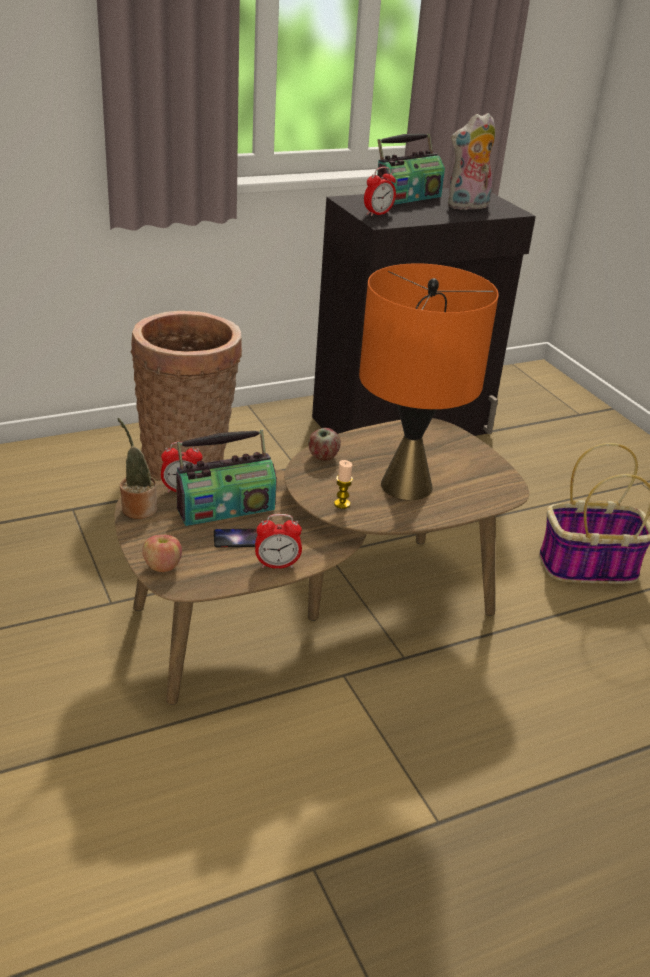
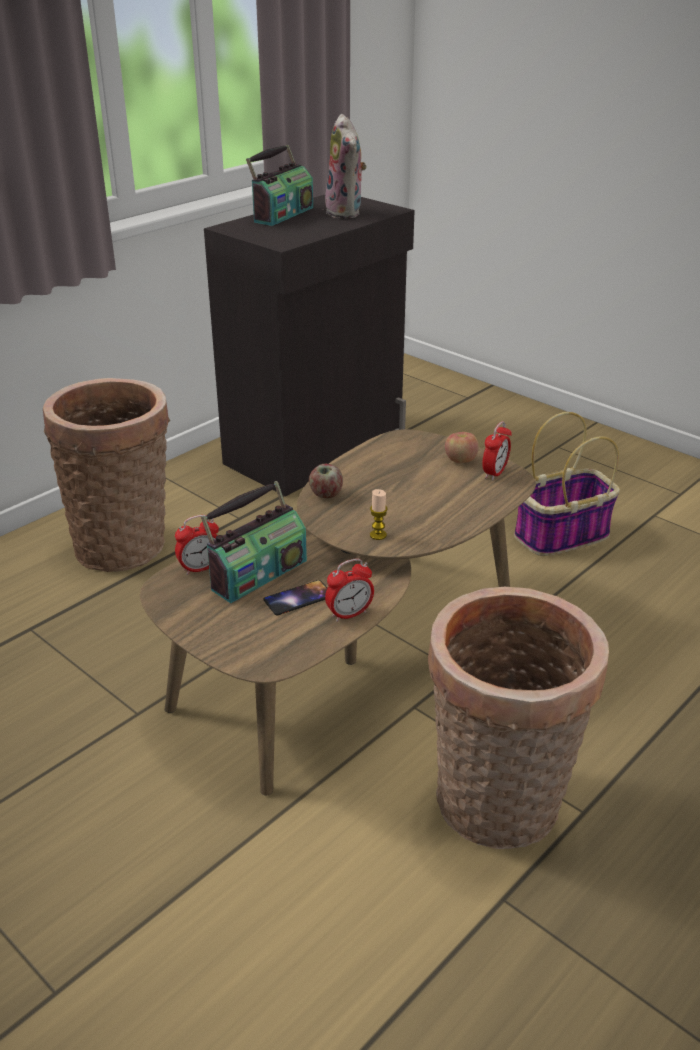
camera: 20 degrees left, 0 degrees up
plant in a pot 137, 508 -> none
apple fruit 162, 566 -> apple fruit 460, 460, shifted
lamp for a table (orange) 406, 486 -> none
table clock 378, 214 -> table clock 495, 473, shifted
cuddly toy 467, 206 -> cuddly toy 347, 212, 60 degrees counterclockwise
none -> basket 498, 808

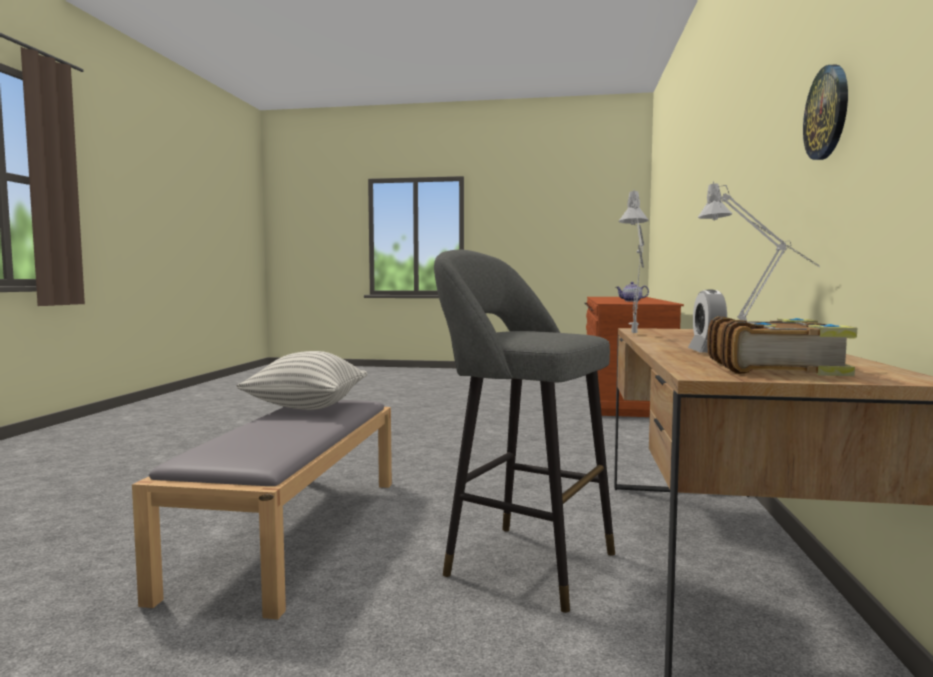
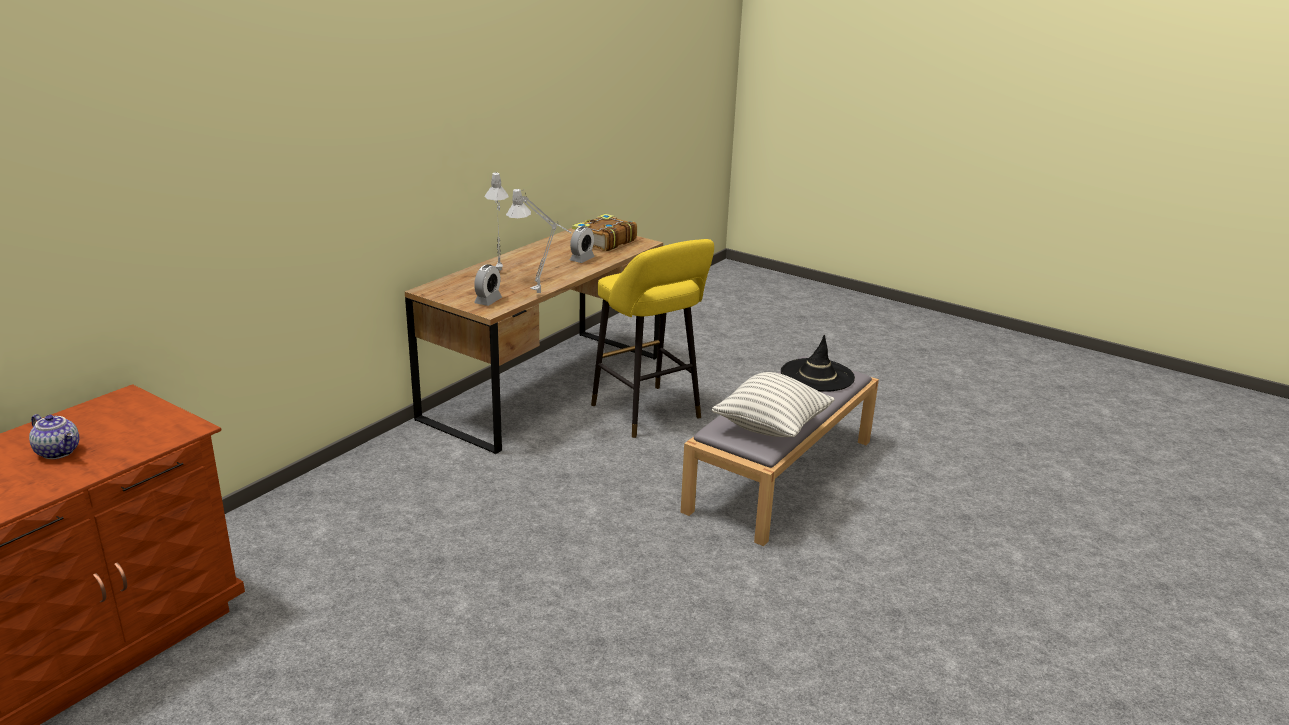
camera: 155 degrees left, 20 degrees up
stool (greyish) 521, 562 -> stool (yellowish) 649, 414
wall clock 827, 113 -> none
none -> table clock 488, 301
none -> clothing hat (black-coloured) 817, 375

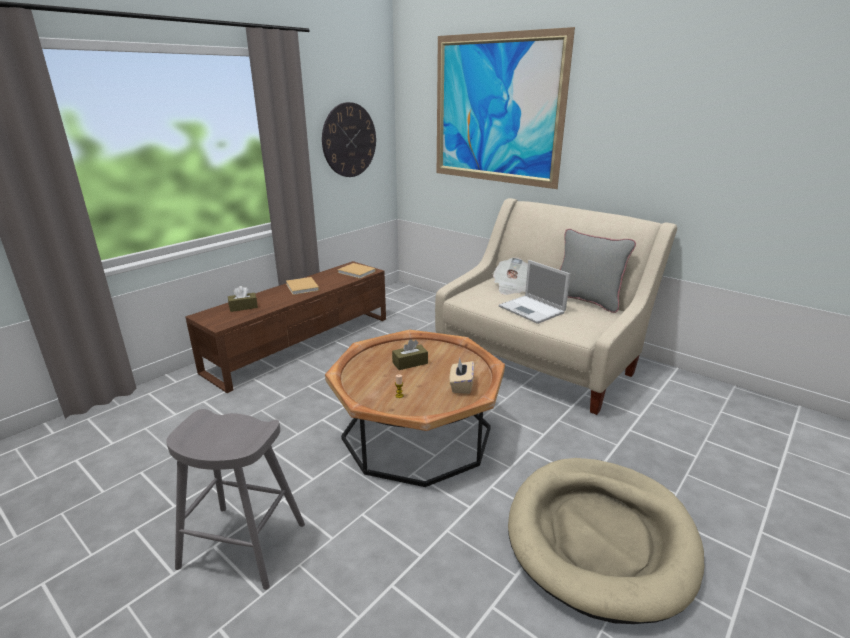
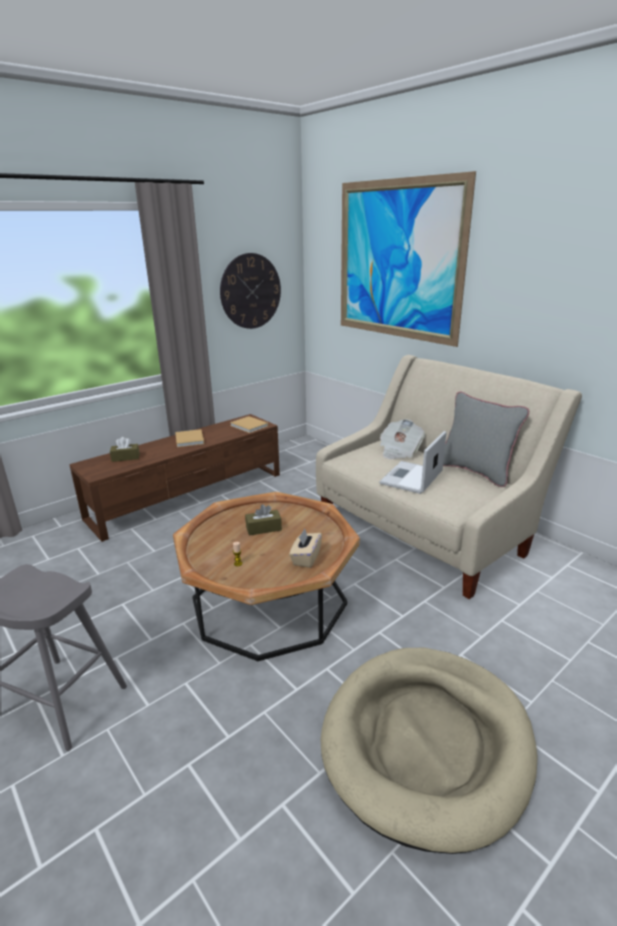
camera: 10 degrees right, 0 degrees up
laptop 532, 310 -> laptop 411, 478, 60 degrees clockwise

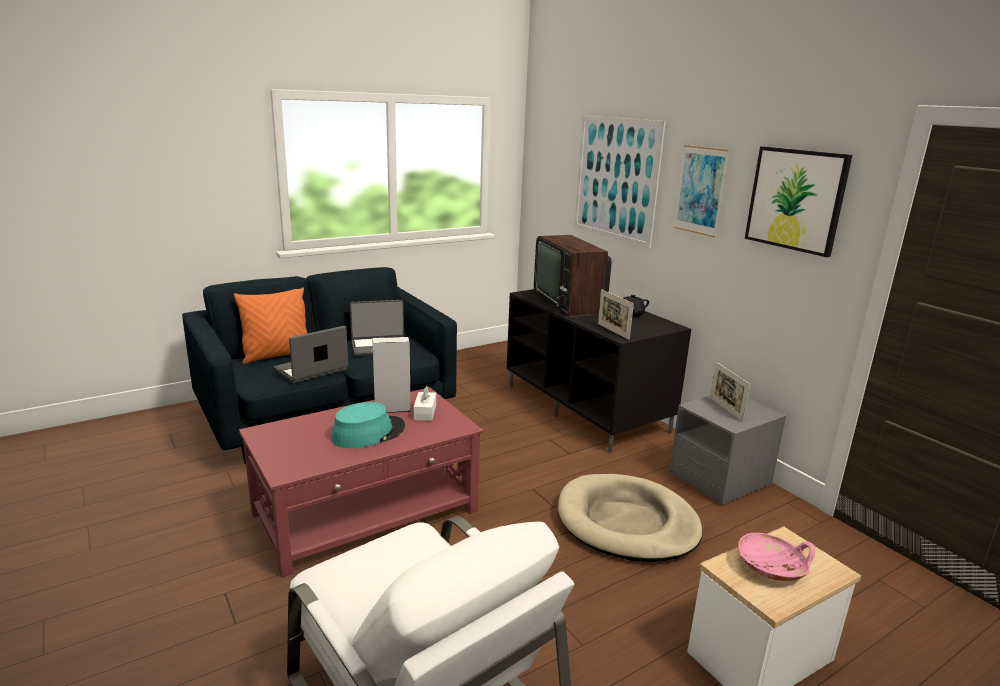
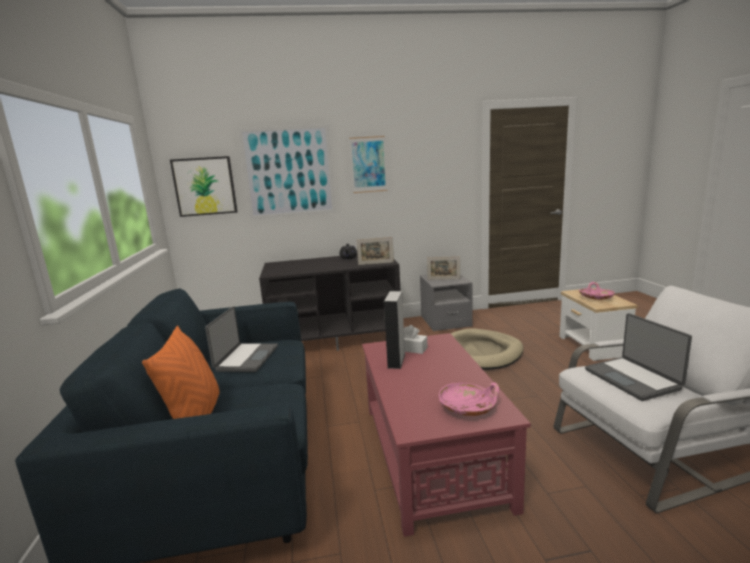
camera: 65 degrees left, 5 degrees down
laptop 311, 370 -> laptop 633, 379, shifted
clothing hat (turquoise) 368, 433 -> none
television 570, 301 -> none
picture 796, 199 -> picture 205, 186, shifted
none -> bowl (pink) 468, 407

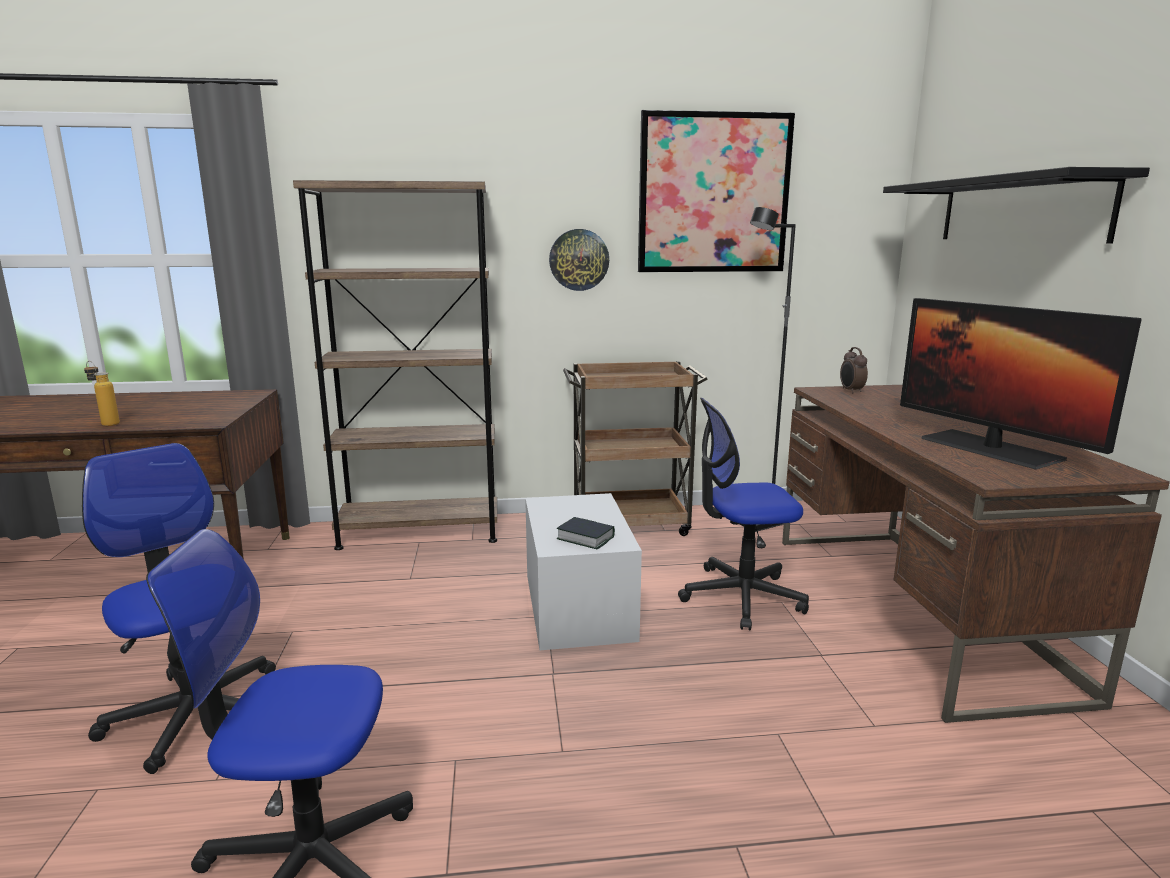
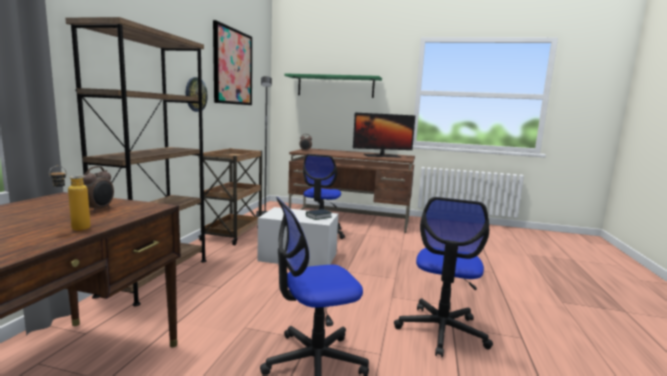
camera: 70 degrees left, 5 degrees down
bracket shelf (black-coloured) 1020, 210 -> bracket shelf (greenish) 335, 86
none -> table clock 99, 209

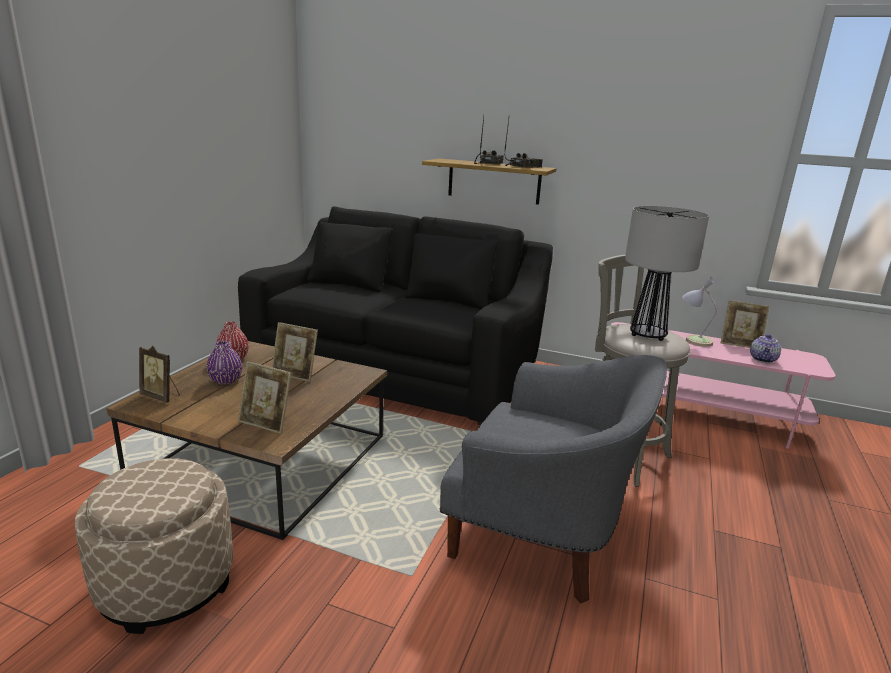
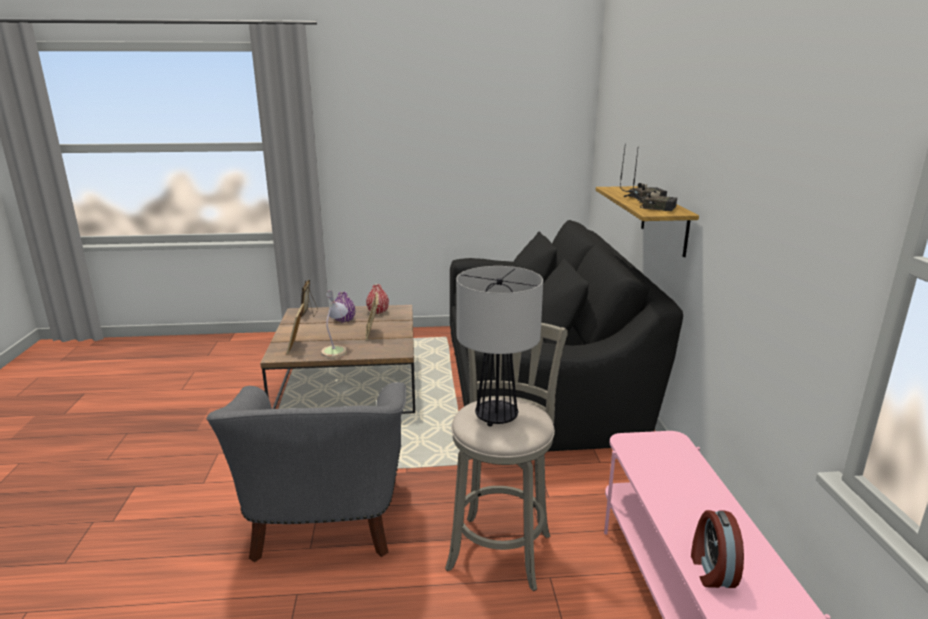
camera: 65 degrees right, 0 degrees up
ottoman (beige) 166, 583 -> none
lamp for a table 693, 340 -> lamp for a table 336, 350, shifted
picture frame 740, 344 -> none
pot for tea 763, 359 -> table clock 711, 570

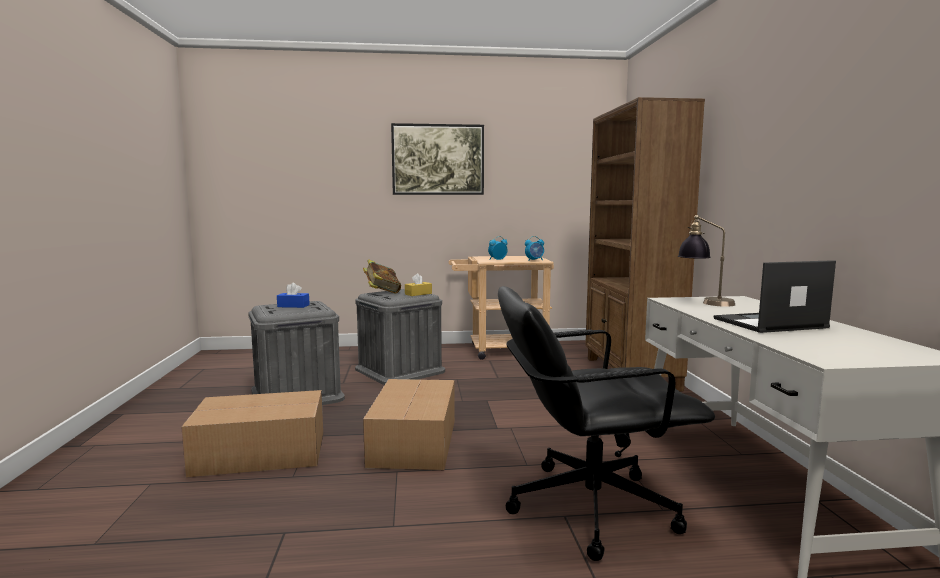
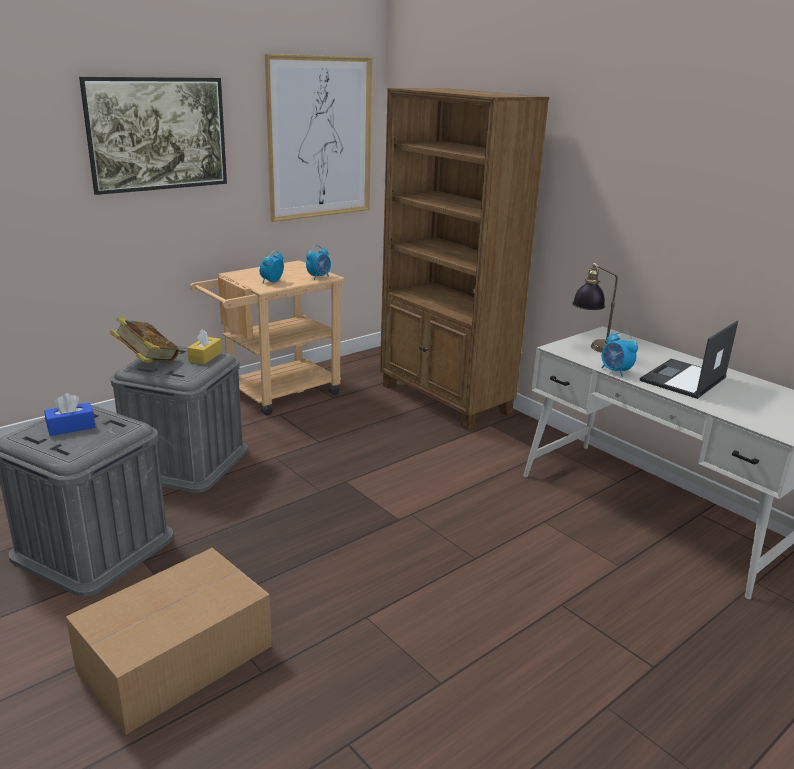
camera: 35 degrees left, 15 degrees up
cardboard box 415, 441 -> none
computer chair (black-coloured) 588, 506 -> none
none -> picture 320, 138
none -> table clock 615, 371

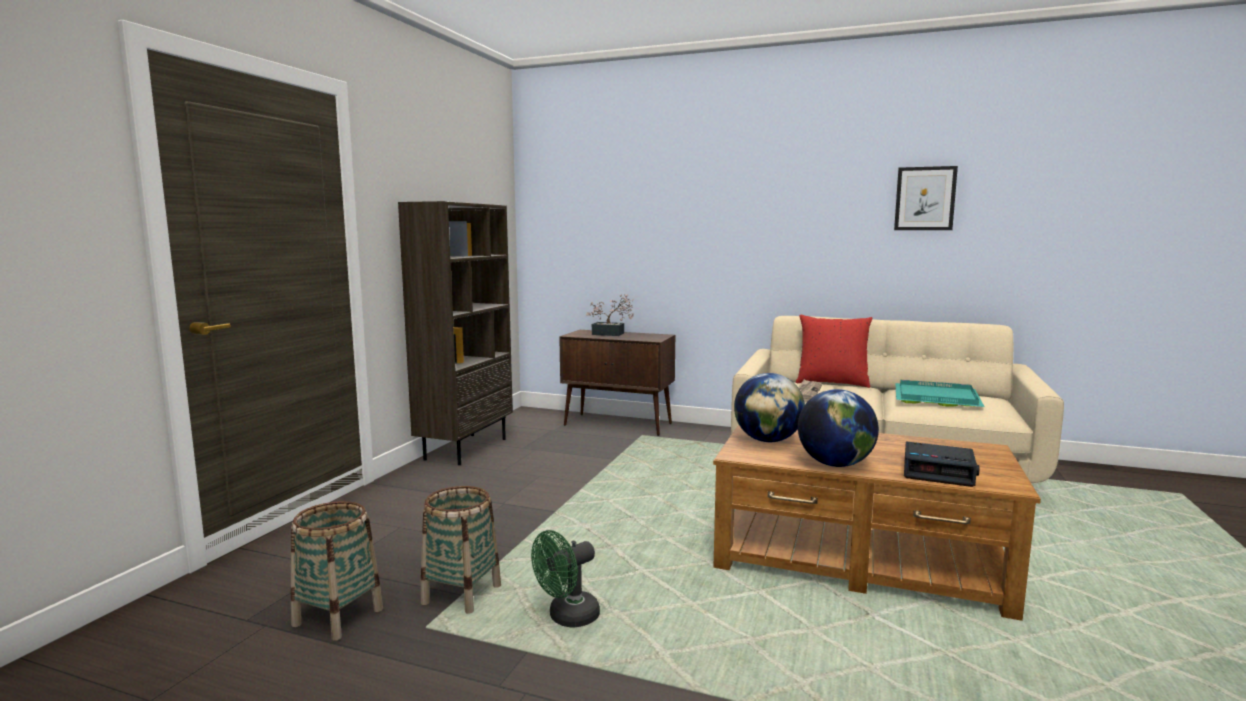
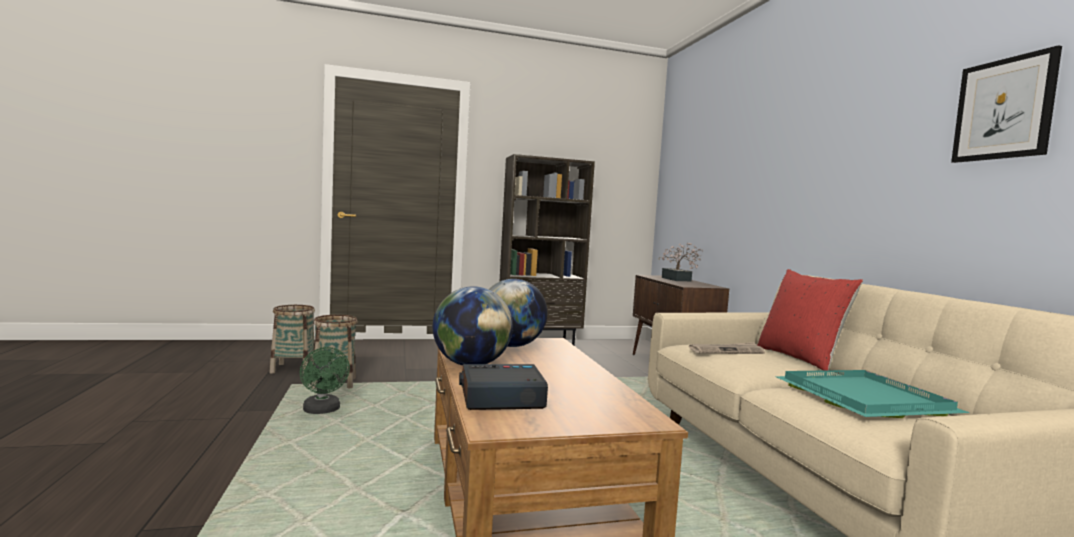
camera: 55 degrees right, 5 degrees down
fan (greenish) 567, 618 -> fan (greenish) 322, 411, 135 degrees counterclockwise
table clock 938, 472 -> table clock 500, 397, 90 degrees clockwise

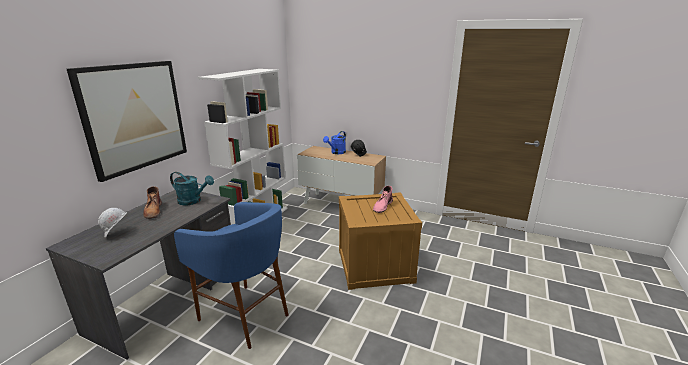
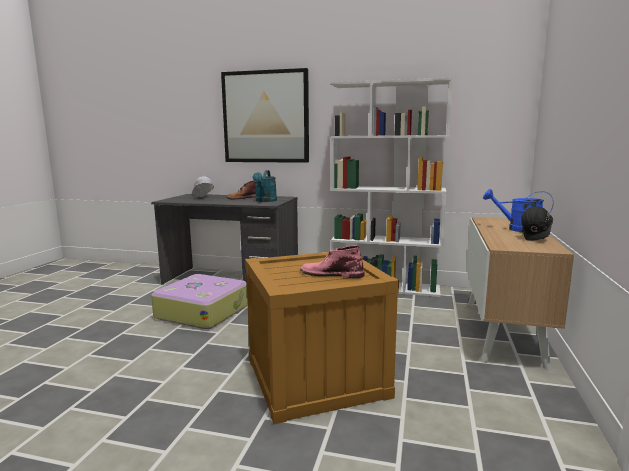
camera: 80 degrees right, 10 degrees down
stool (bluish) 245, 316 -> suitcase 203, 311

